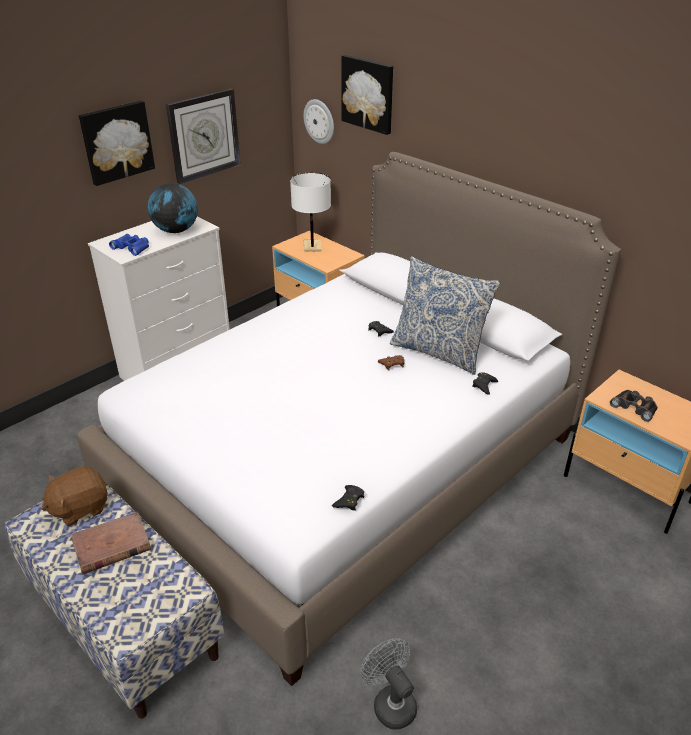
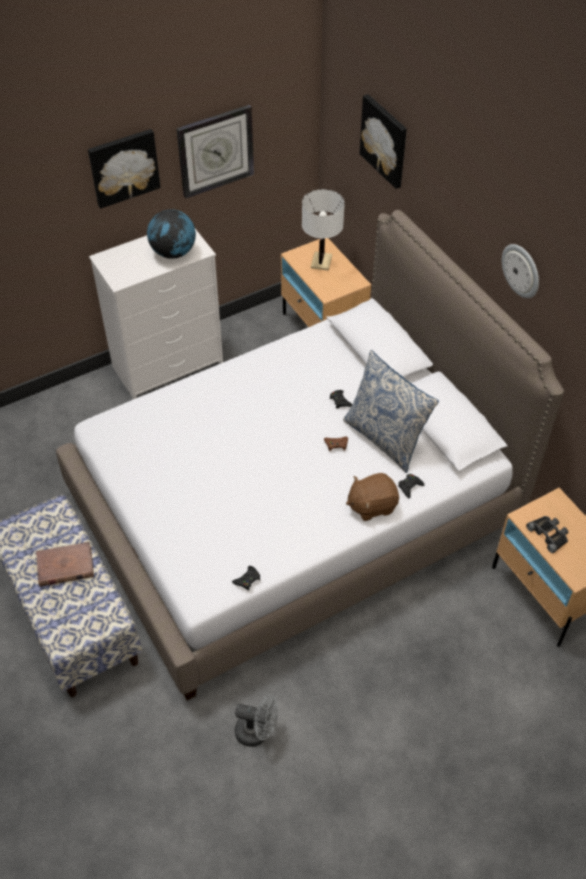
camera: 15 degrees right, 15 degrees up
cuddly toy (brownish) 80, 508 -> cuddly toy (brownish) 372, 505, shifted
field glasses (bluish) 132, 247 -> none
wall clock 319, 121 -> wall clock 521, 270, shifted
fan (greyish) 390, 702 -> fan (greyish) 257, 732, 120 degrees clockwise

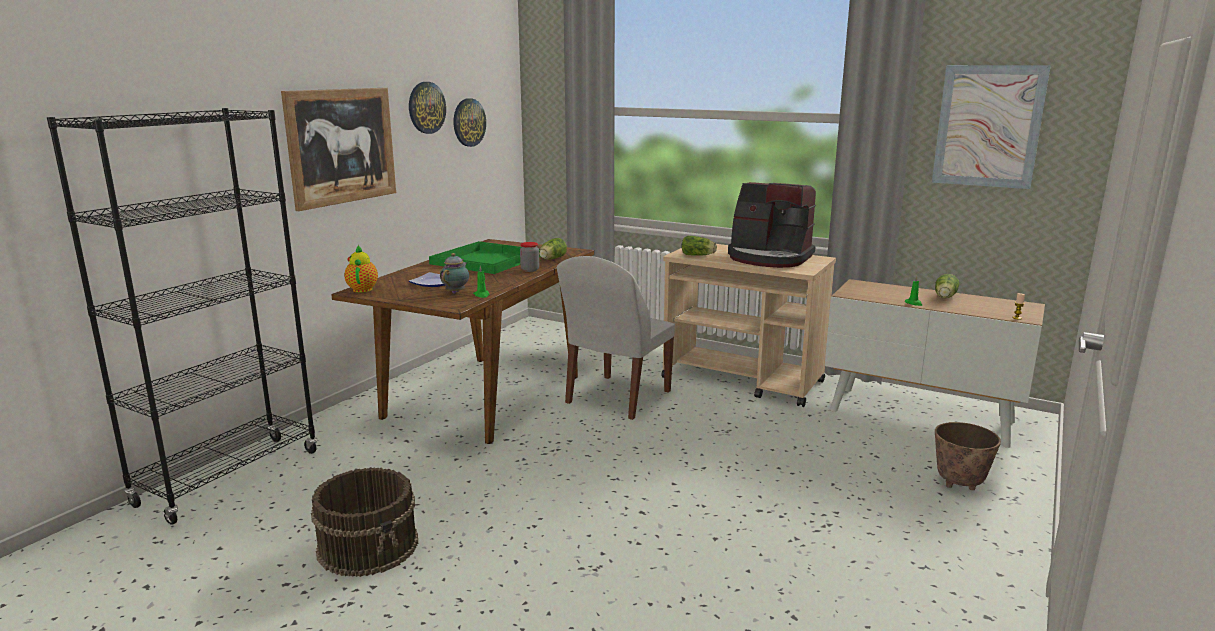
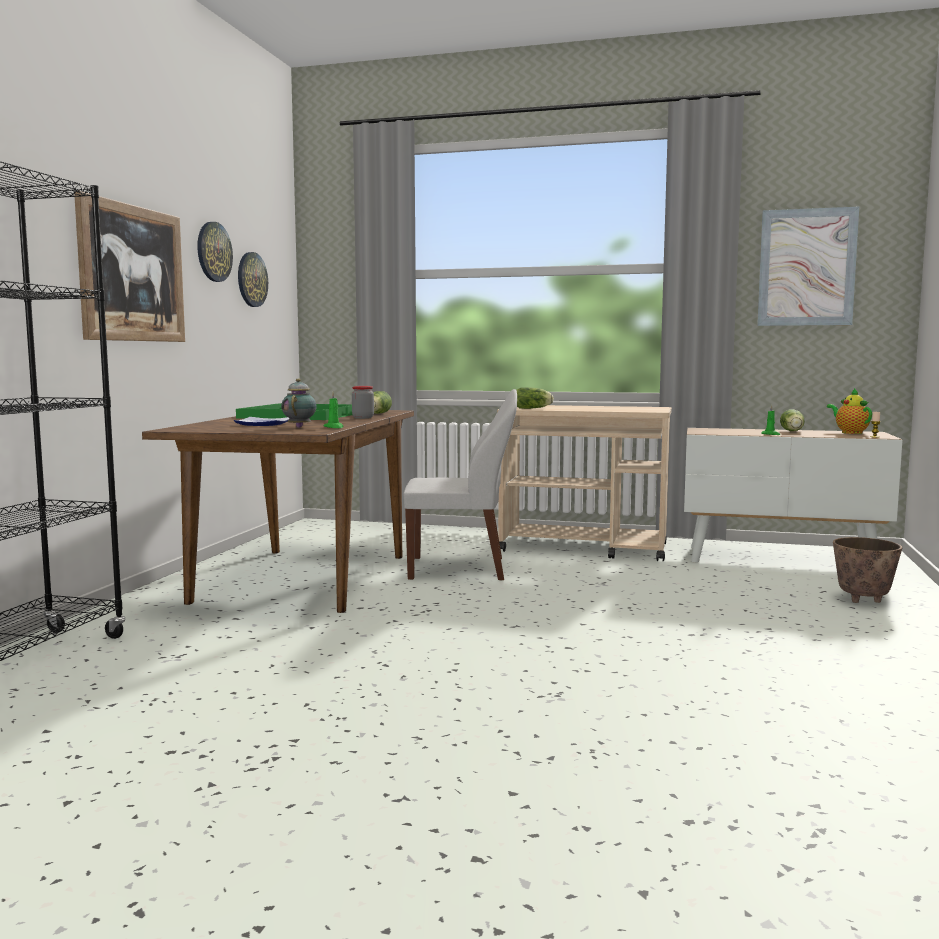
camera: 15 degrees left, 10 degrees down
pail (brownish) 369, 545 -> none
pot for tea 363, 289 -> pot for tea 850, 432, shifted
plain chair (white-coloured) 616, 398 -> plain chair (white-coloured) 461, 569, 105 degrees counterclockwise
coffee brewer 769, 258 -> none

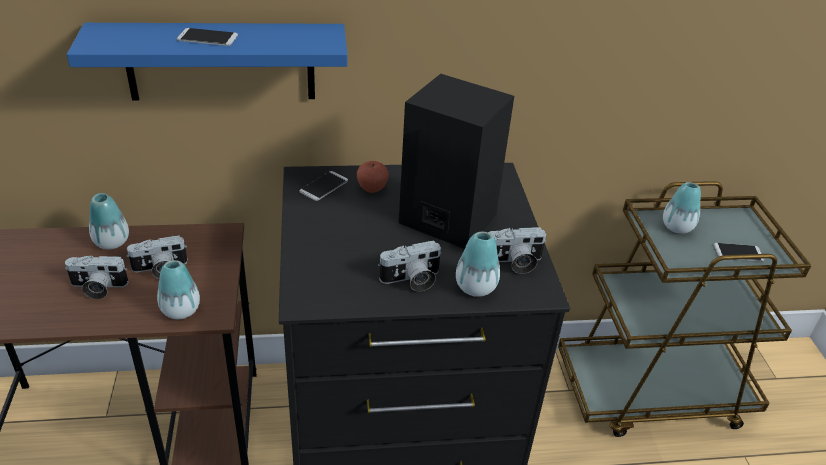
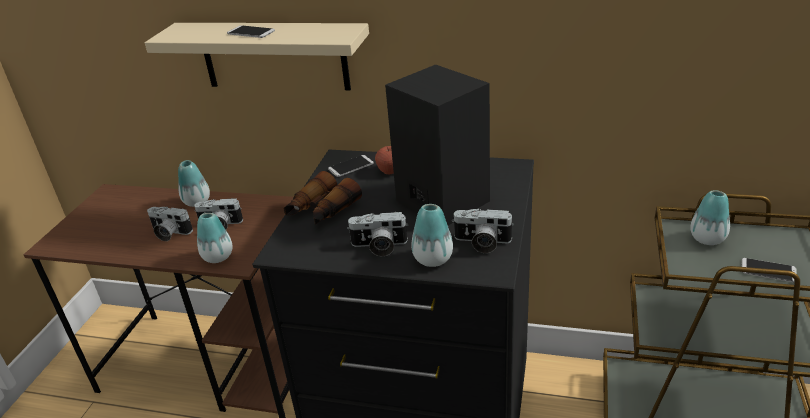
camera: 25 degrees right, 5 degrees down
bracket shelf (bluish) 221, 61 -> bracket shelf (beige) 274, 56
none -> field glasses 321, 211

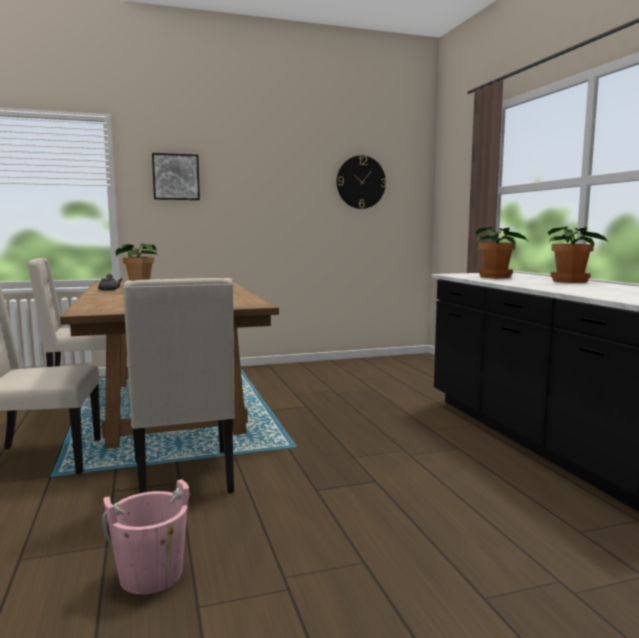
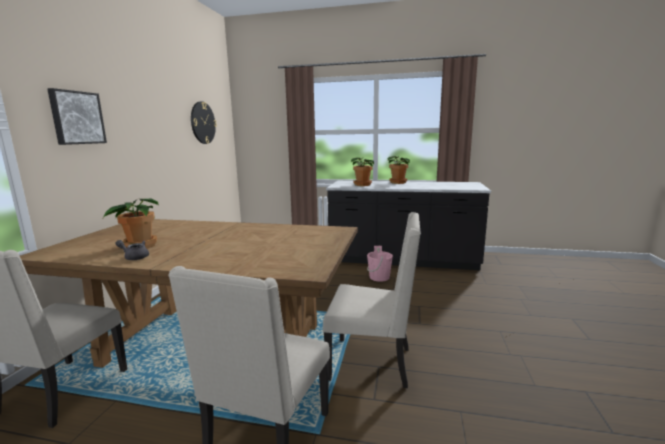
camera: 60 degrees left, 5 degrees up
pail (pink) 151, 575 -> pail (pink) 379, 277, shifted

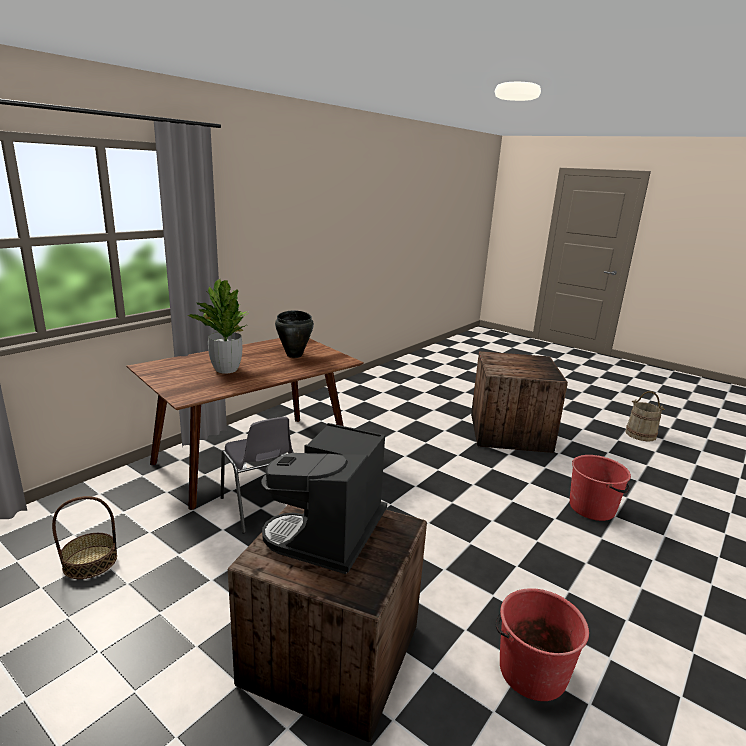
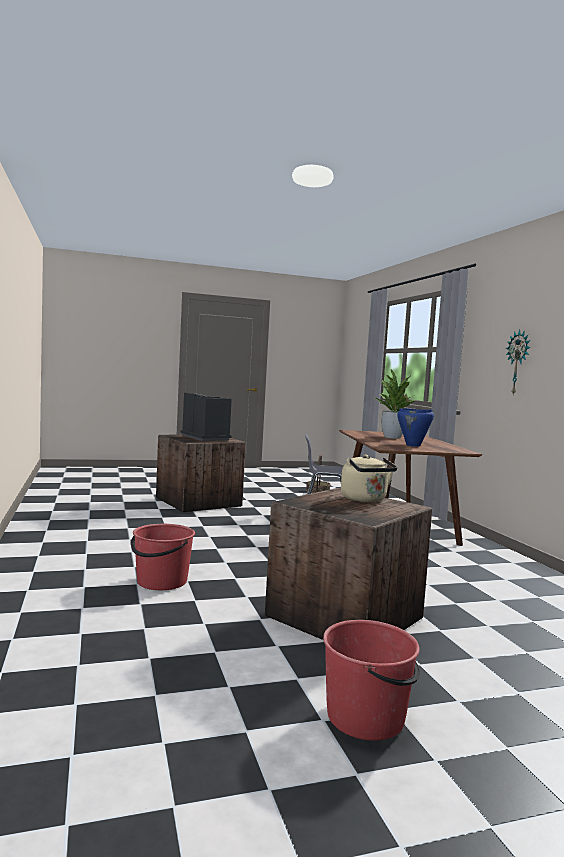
camera: 125 degrees right, 15 degrees down
saucepot (black-coloured) 294, 355 -> saucepot (bluish) 413, 445
pail (red) 531, 671 -> pail (red) 366, 717, shifted
pail (beige) 640, 434 -> none
none -> water kettle (beige) 365, 500
none -> wall clock 518, 362

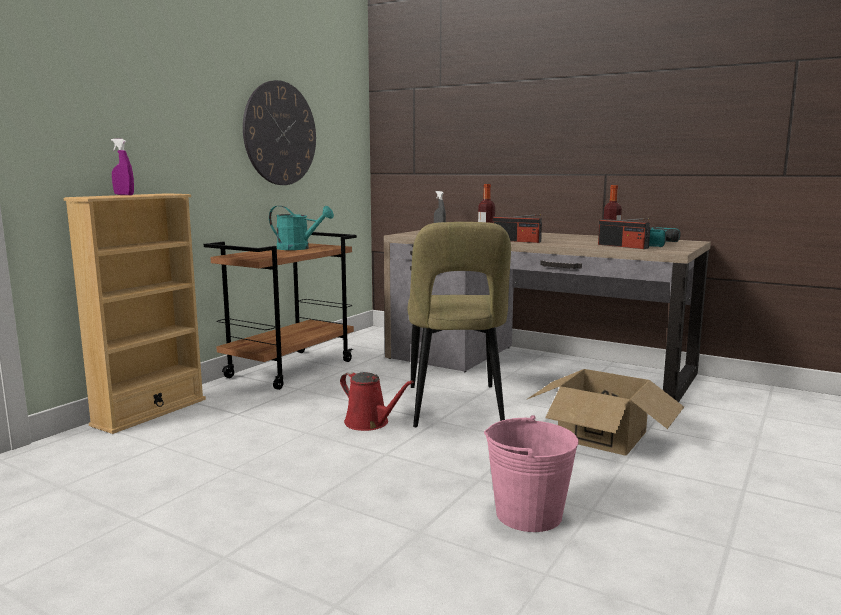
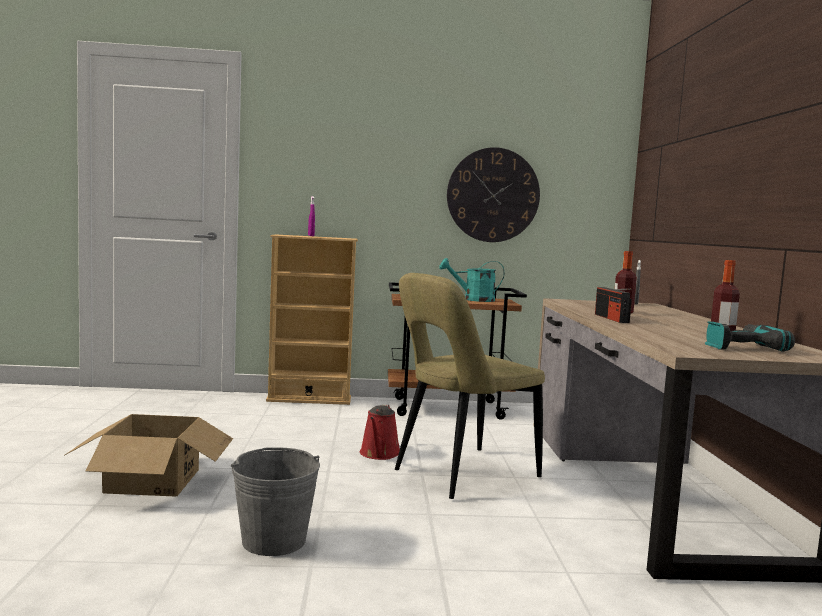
camera: 55 degrees right, 5 degrees down
watering can (turquoise) 299, 248 -> watering can (turquoise) 473, 299, 105 degrees clockwise
pail (pink) 528, 514 -> pail (greyish) 274, 540
cardboard box 601, 435 -> cardboard box 153, 480, shifted
radio receiver 622, 246 -> none

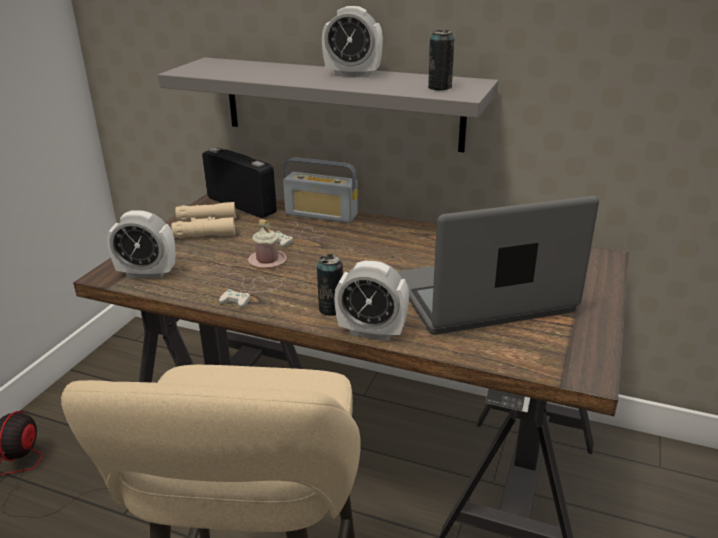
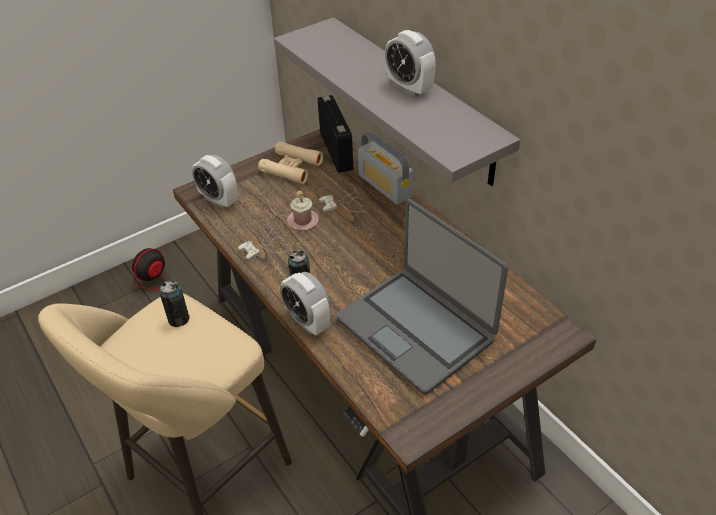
camera: 35 degrees right, 15 degrees up
laptop 483, 297 -> laptop 416, 329, 150 degrees counterclockwise
metal can 439, 88 -> metal can 179, 319, shifted

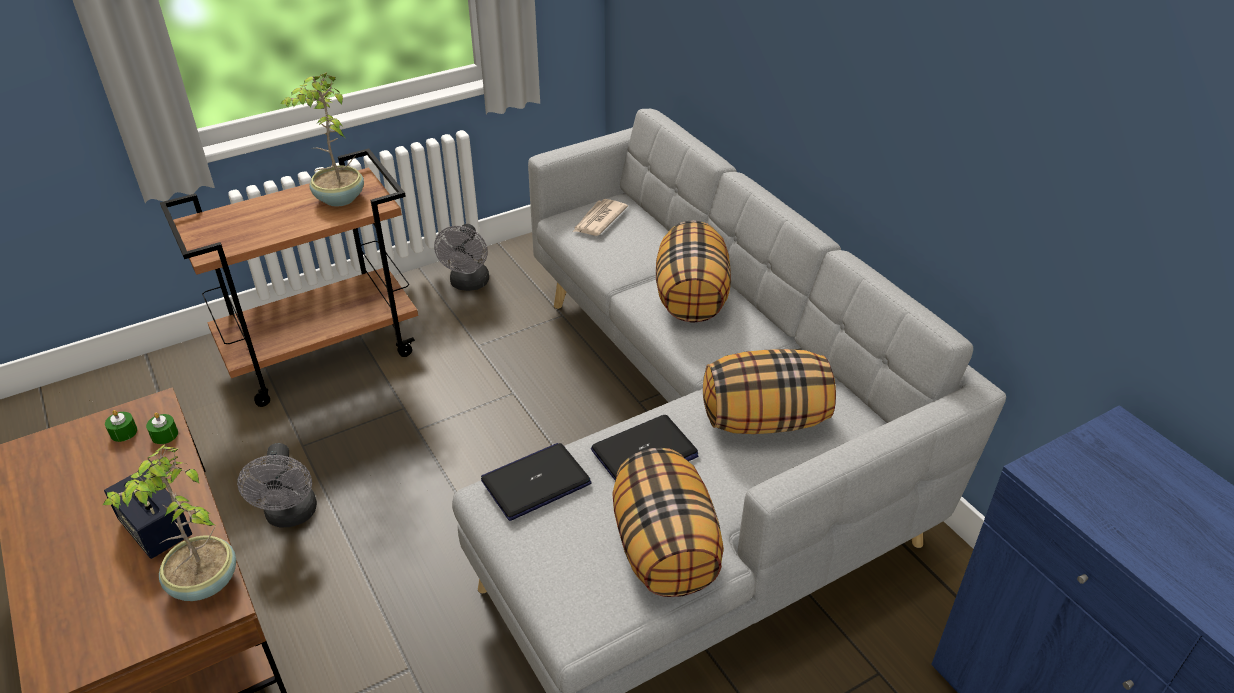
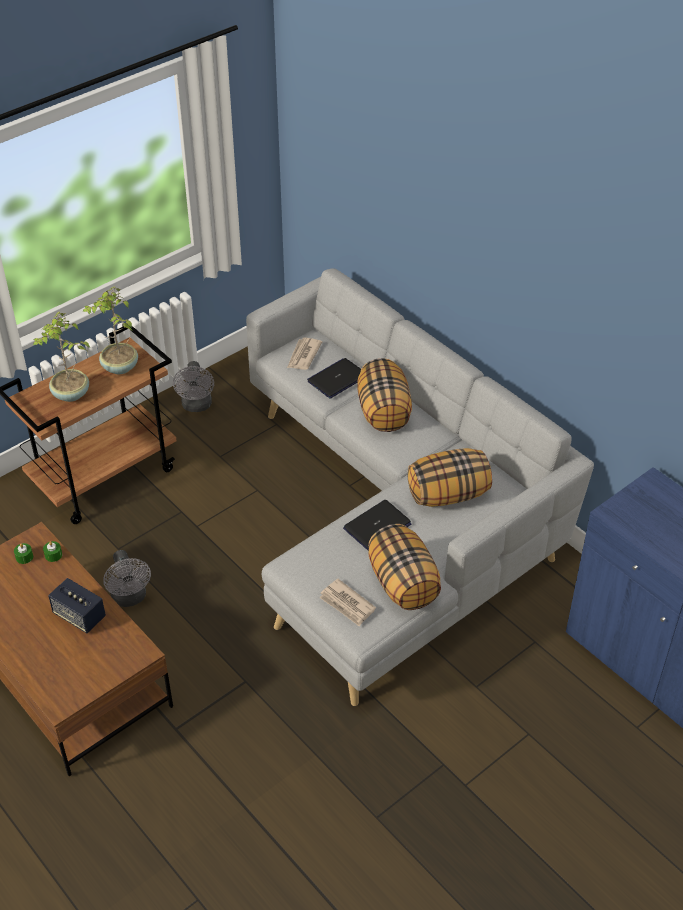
camera: 10 degrees left, 5 degrees up
plant in a pot 203, 584 -> plant in a pot 71, 395, shifted
laptop 536, 482 -> laptop 337, 379, shifted
none -> daily paper 347, 604

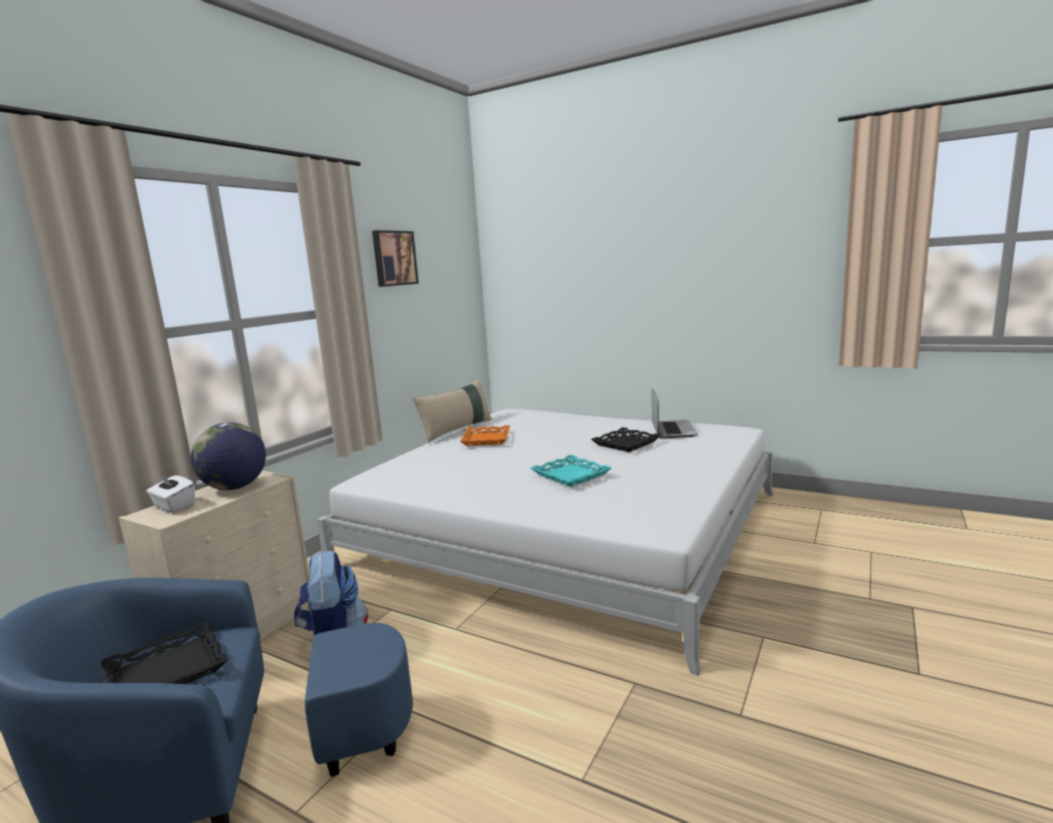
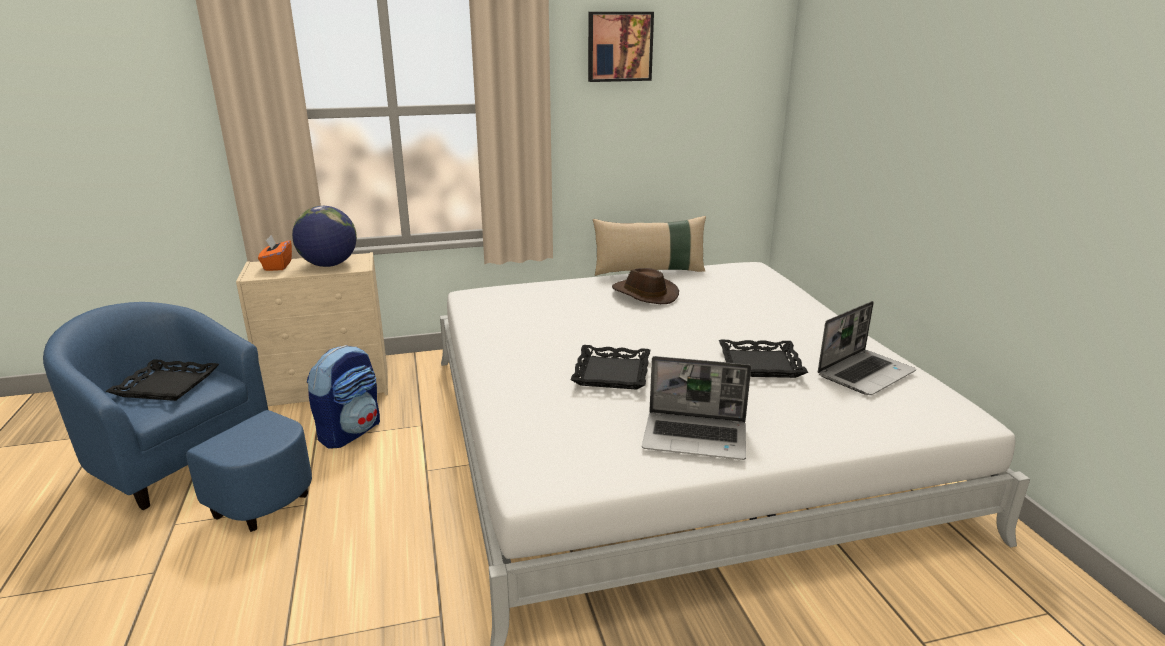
camera: 45 degrees right, 10 degrees up
tissue holder (white-coloured) 174, 506 -> tissue holder (orange) 277, 266
tray (orange) 486, 439 -> clothing hat (brownish) 644, 294
tray (turquoise) 571, 475 -> tray (black-coloured) 612, 373
none -> laptop 696, 437

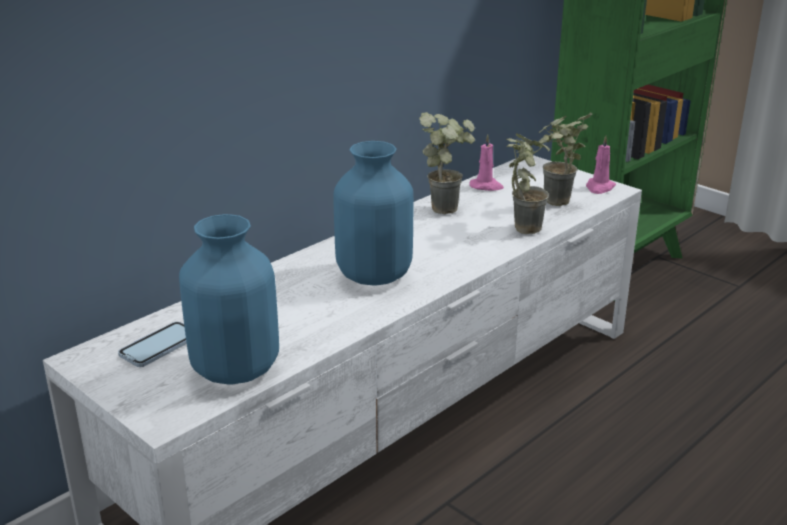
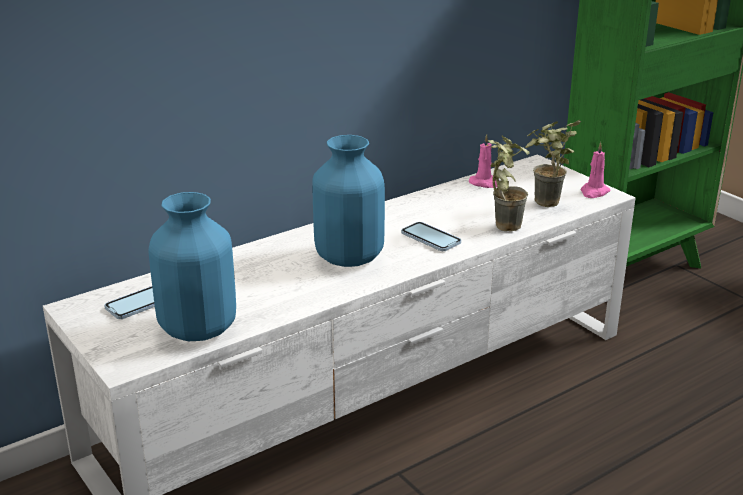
camera: 10 degrees right, 0 degrees up
plant in a pot 447, 206 -> none
none -> telephone 430, 238

